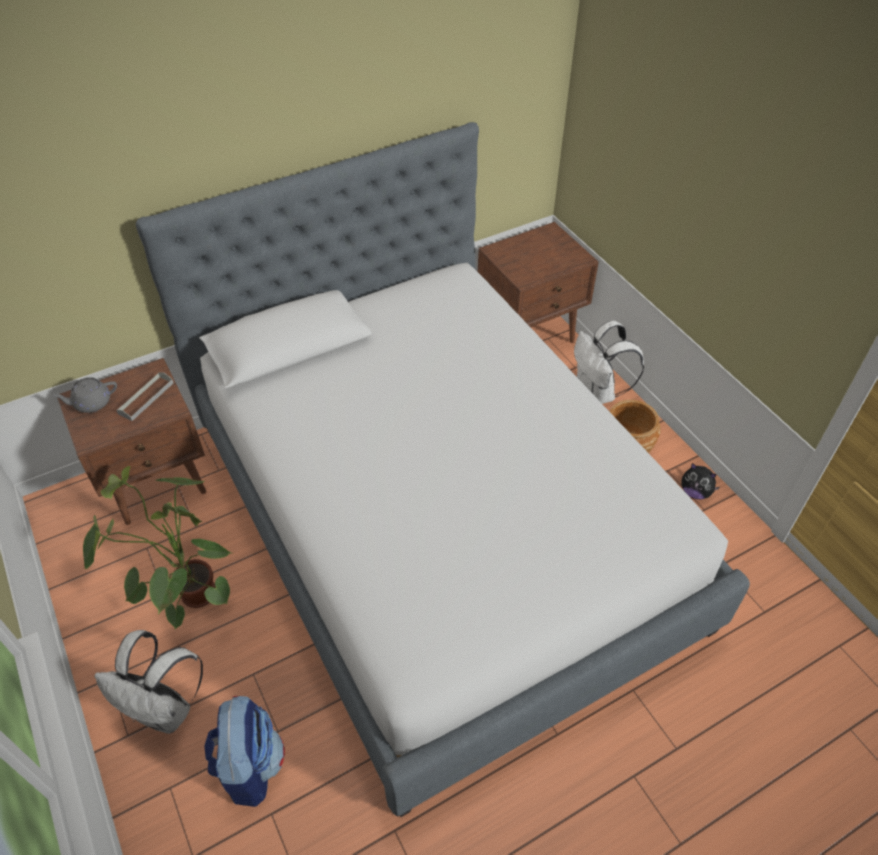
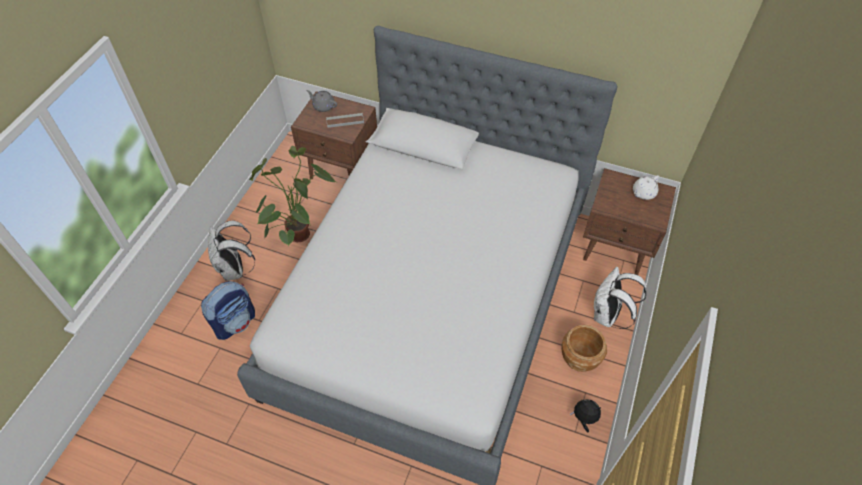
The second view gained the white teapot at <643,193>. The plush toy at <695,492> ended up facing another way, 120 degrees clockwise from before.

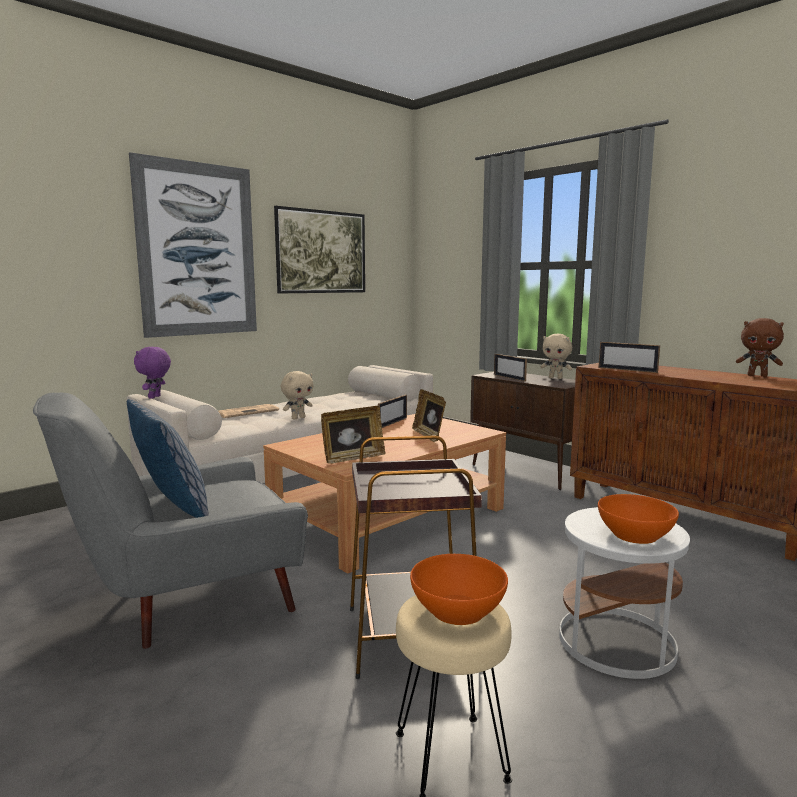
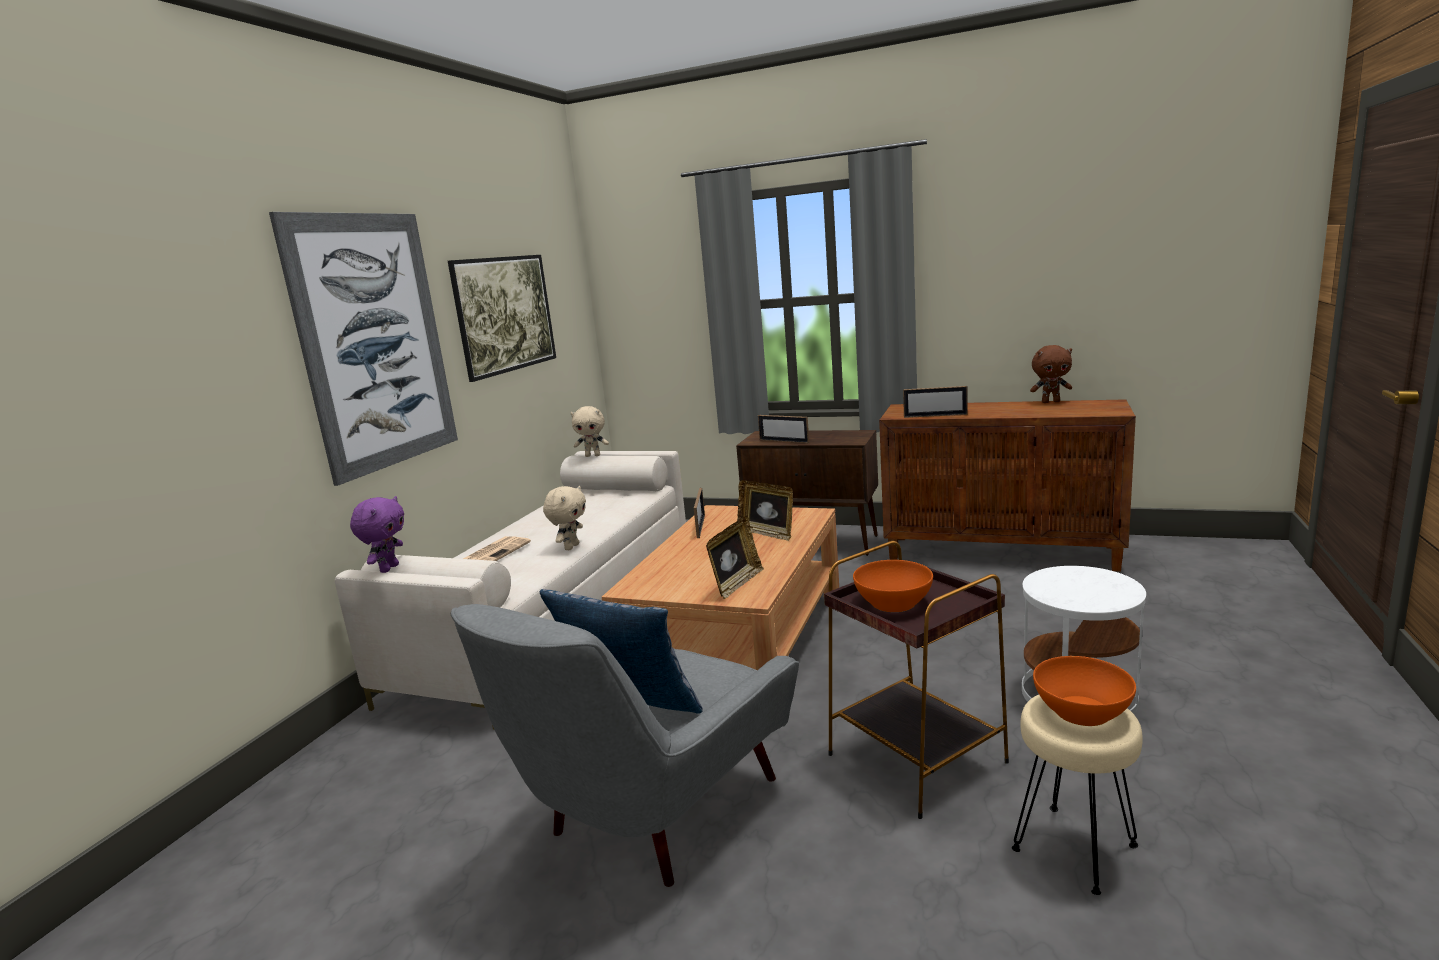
The beige plush toy ended up elsewhere, having gone from <556,378> to <593,455>. The orange bowl ended up elsewhere, having gone from <634,535> to <893,603>. The purple plush toy at <155,397> ended up facing another way, 150 degrees counterclockwise from before.

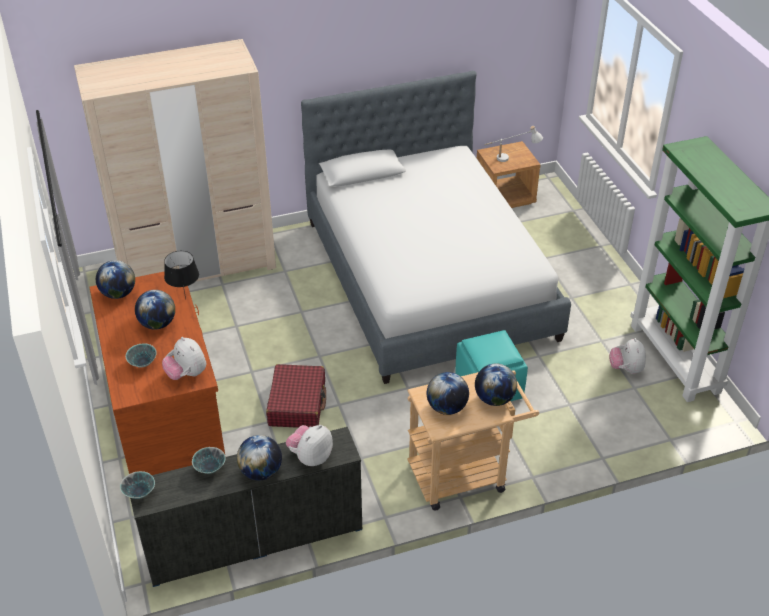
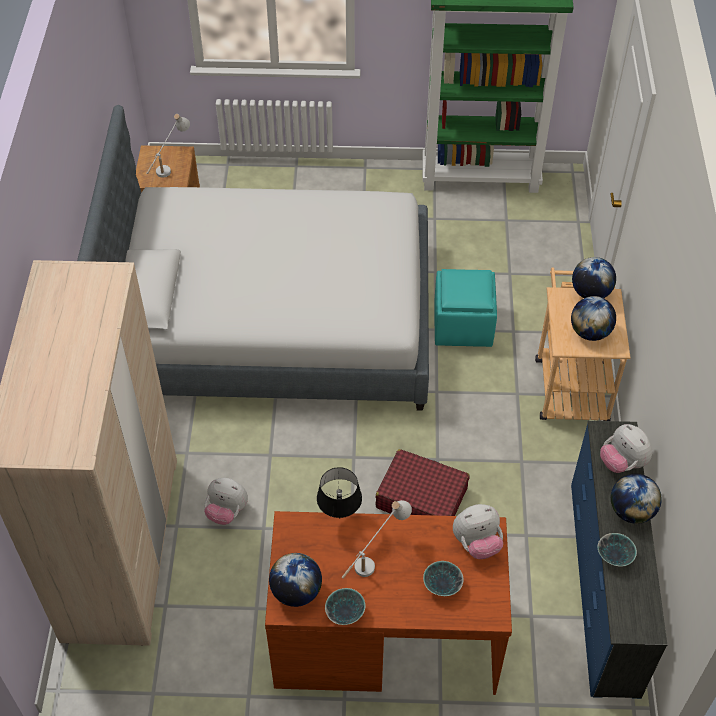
The bowl ended up elsewhere, having gone from <139,493> to <345,613>. The plush toy ended up elsewhere, having gone from <626,369> to <227,511>. Where the globe stood at <157,324>, the white table lamp came to stand at <375,557>.

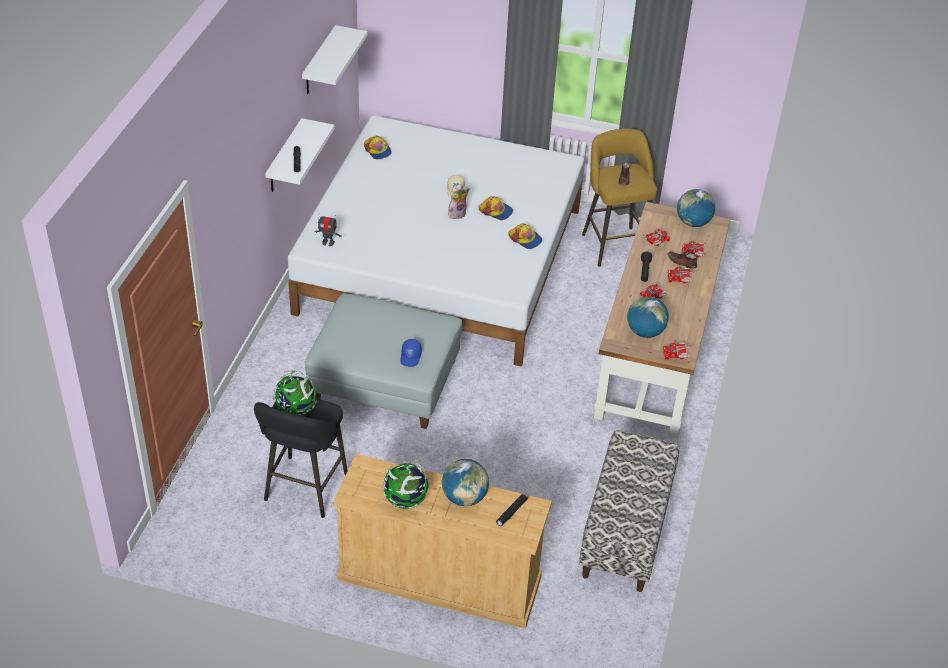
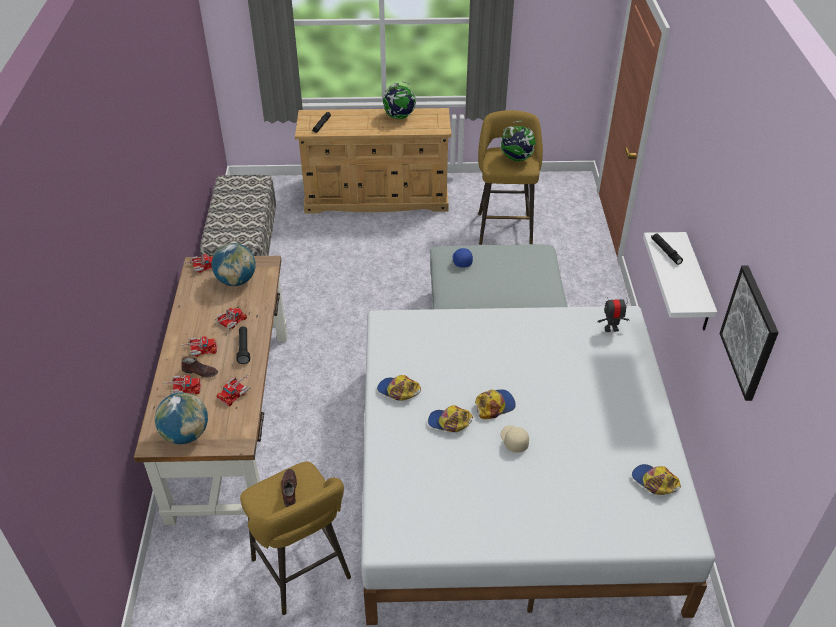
The second view lost the globe at <464,498>. Where the white shelf hung at <319,62>, the picture came to hang at <750,332>. Where the plush toy stood at <457,213>, the cap came to stand at <494,405>. What was the black stool at <304,490> turned into the yellow stool at <504,226>.

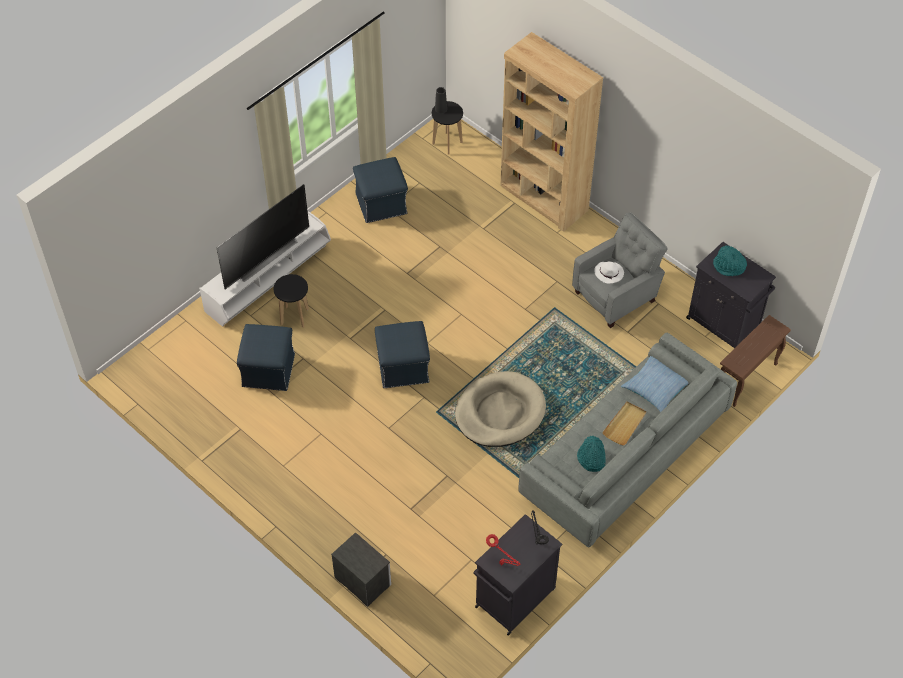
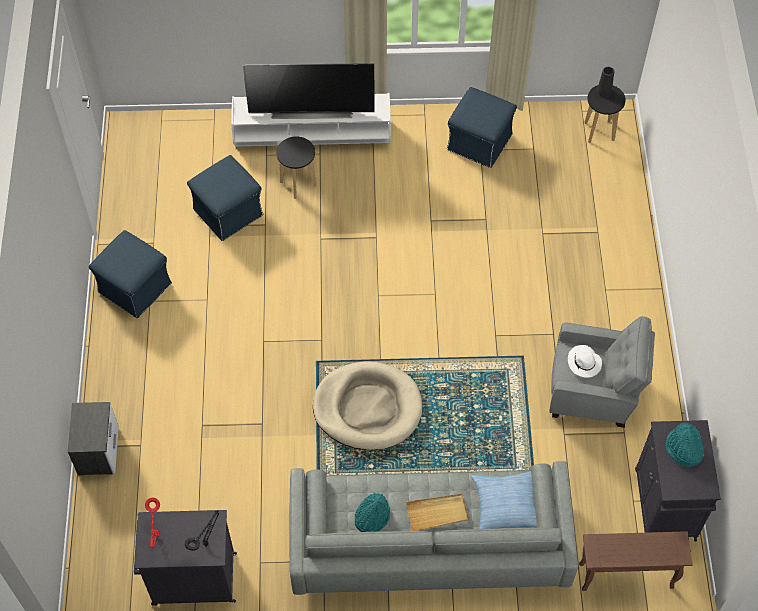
The second view lost the brown bookcase at <543,198>. The blue ottoman ended up elsewhere, having gone from <402,367> to <134,287>.

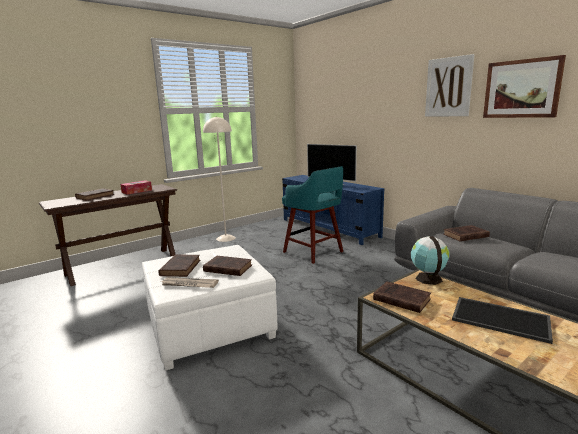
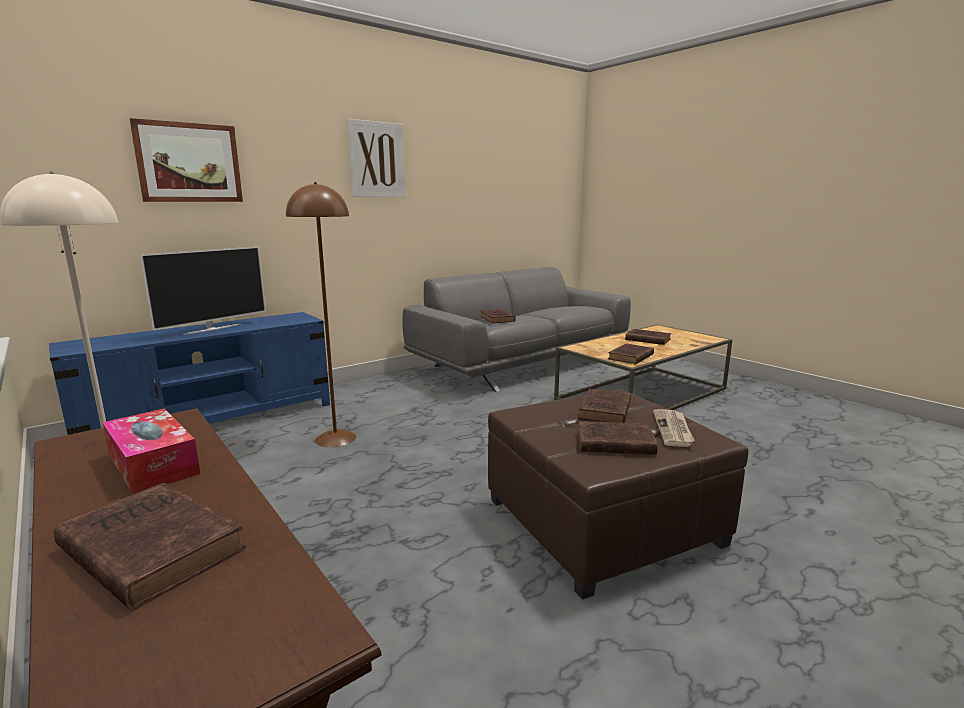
The second view lost the globe at <427,278>. The picture ended up elsewhere, having gone from <521,89> to <189,163>. Where the turquoise stool stood at <314,252>, the brown floor lamp came to stand at <336,438>. Where the tray stood at <501,318>, the brown book came to stand at <646,339>. What was the white ottoman at <208,325> turned into the brown ottoman at <602,522>.

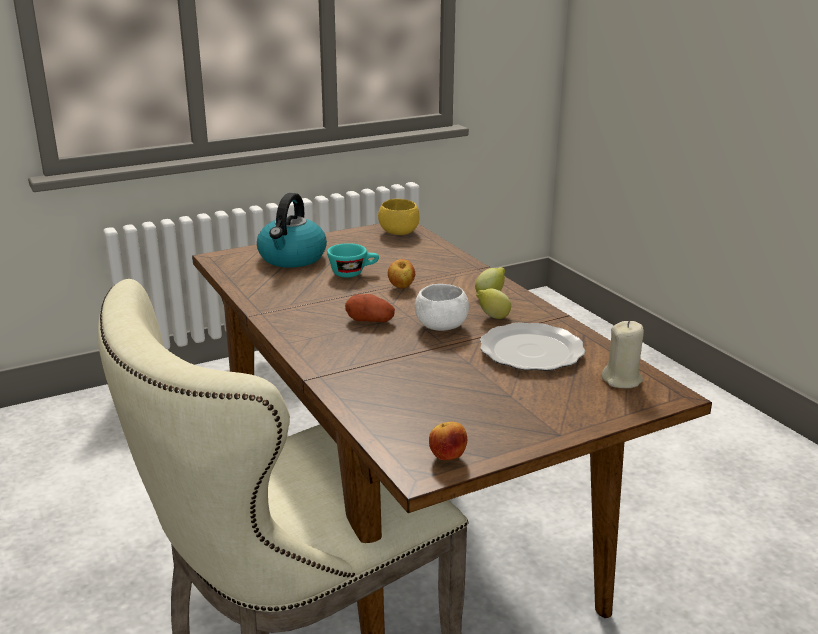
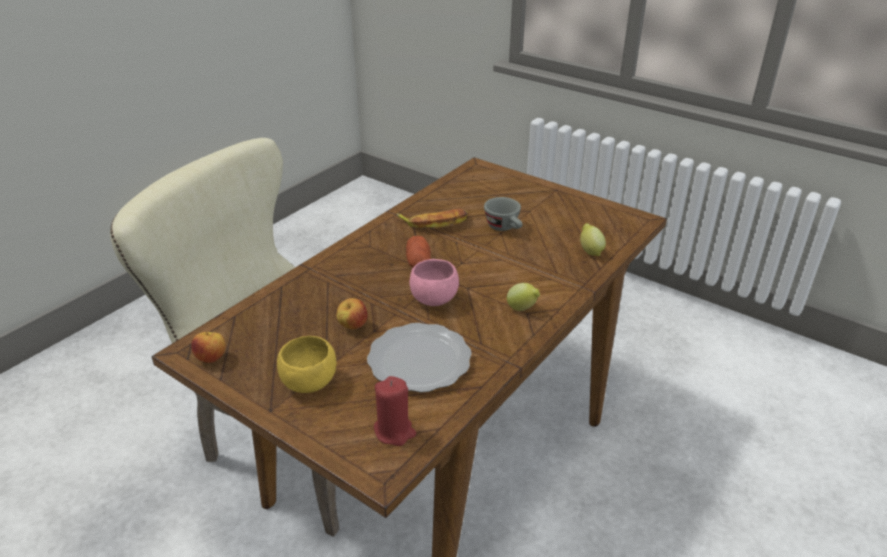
The second view lost the kettle at <292,258>. The second view gained the banana at <434,222>. The yellow bowl ended up elsewhere, having gone from <398,232> to <309,382>. The apple ended up elsewhere, having gone from <401,287> to <352,326>. The lemon ended up elsewhere, having gone from <492,317> to <590,251>. What was the turquoise cup at <353,273> turned into the grey cup at <505,228>. What was the white bowl at <441,326> turned into the pink bowl at <434,299>. What was the beige candle at <622,380> turned into the red candle at <394,431>.

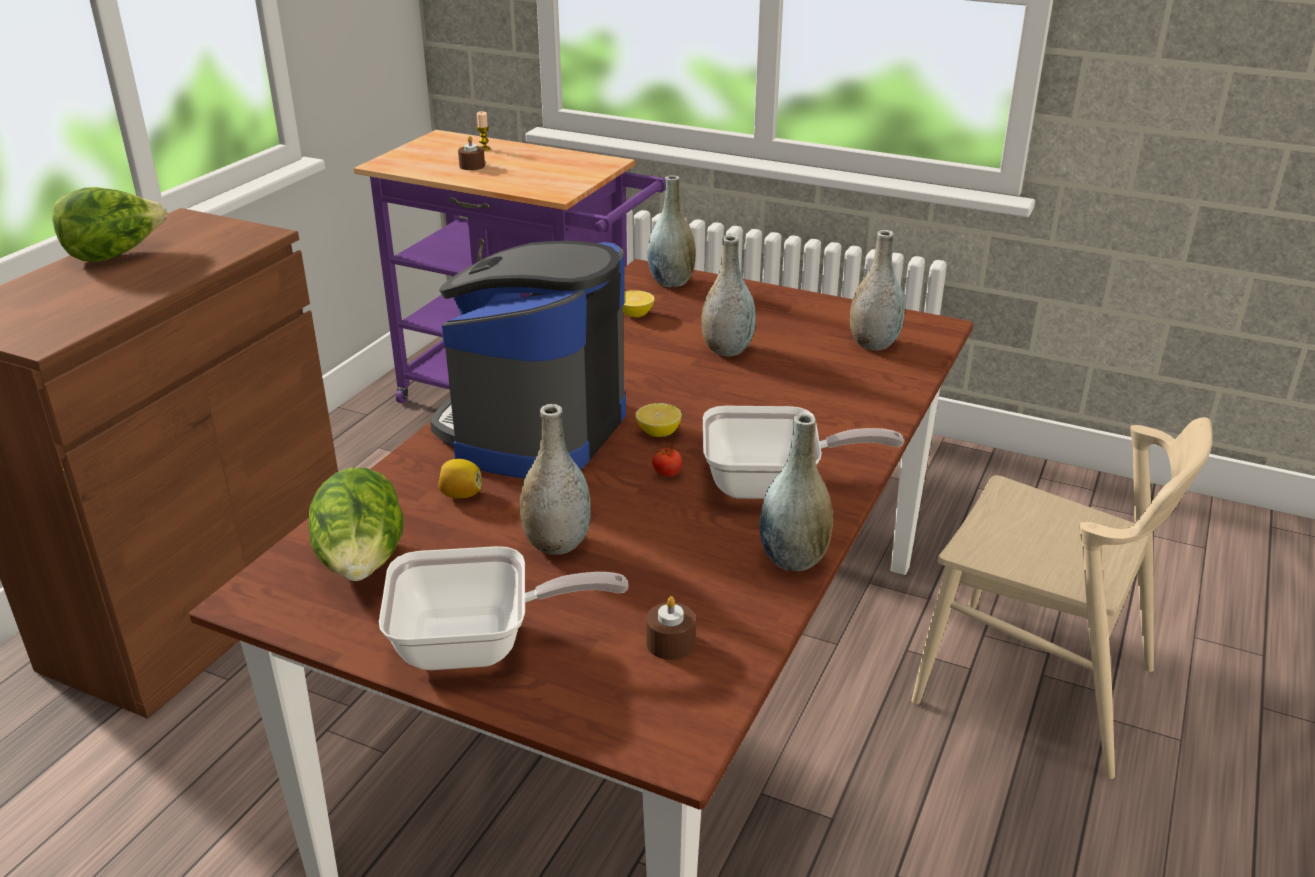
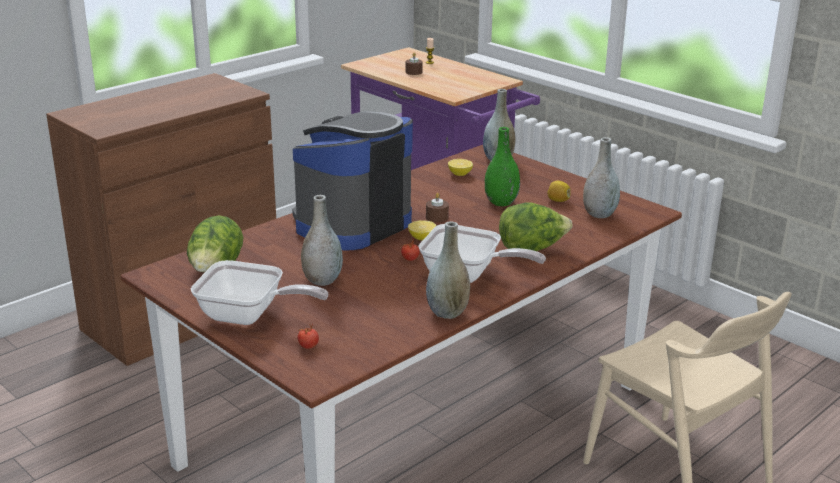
The second view gained the tomato at <308,346>. The lettuce ended up elsewhere, having gone from <115,255> to <532,249>. The lemon ended up elsewhere, having gone from <461,495> to <558,200>. The brown candle ended up elsewhere, having gone from <670,643> to <437,217>. What was the grey vase at <727,350> turned into the green vase at <501,202>.

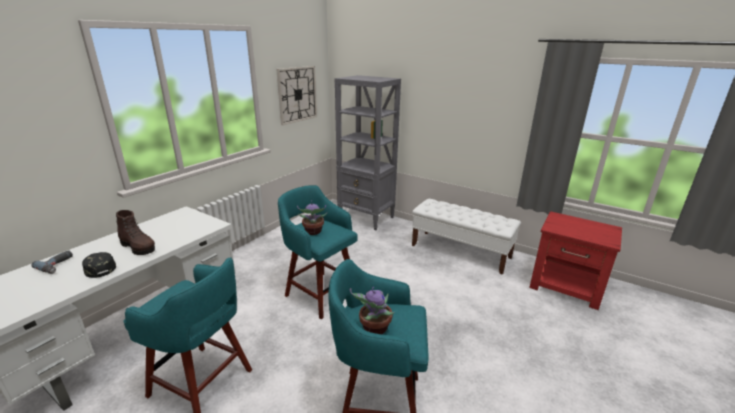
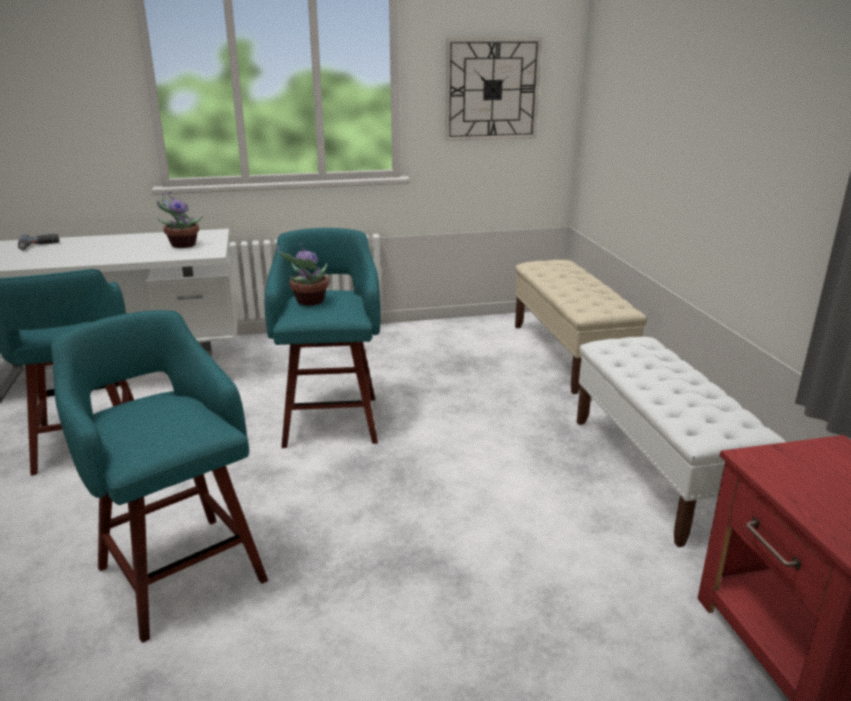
The second view lost the black cap at <98,267>. The second view lost the brown boot at <138,247>. The potted plant ended up elsewhere, having gone from <374,329> to <182,245>. Where the grey bookcase stood at <366,218>, the beige bench came to stand at <569,354>.

